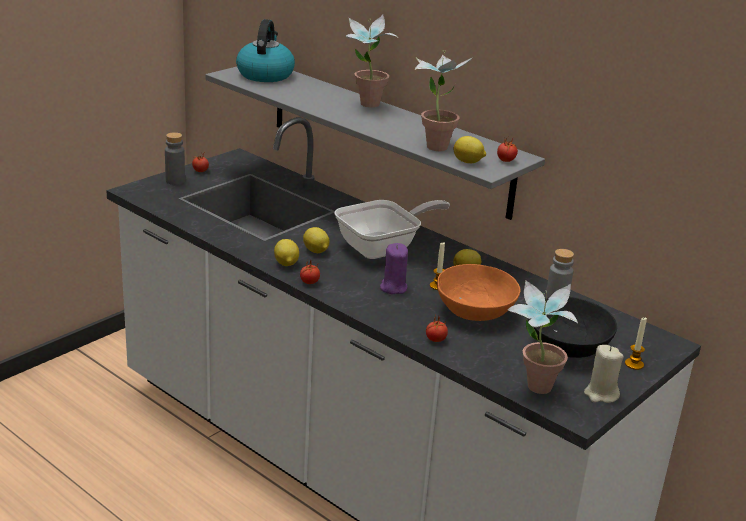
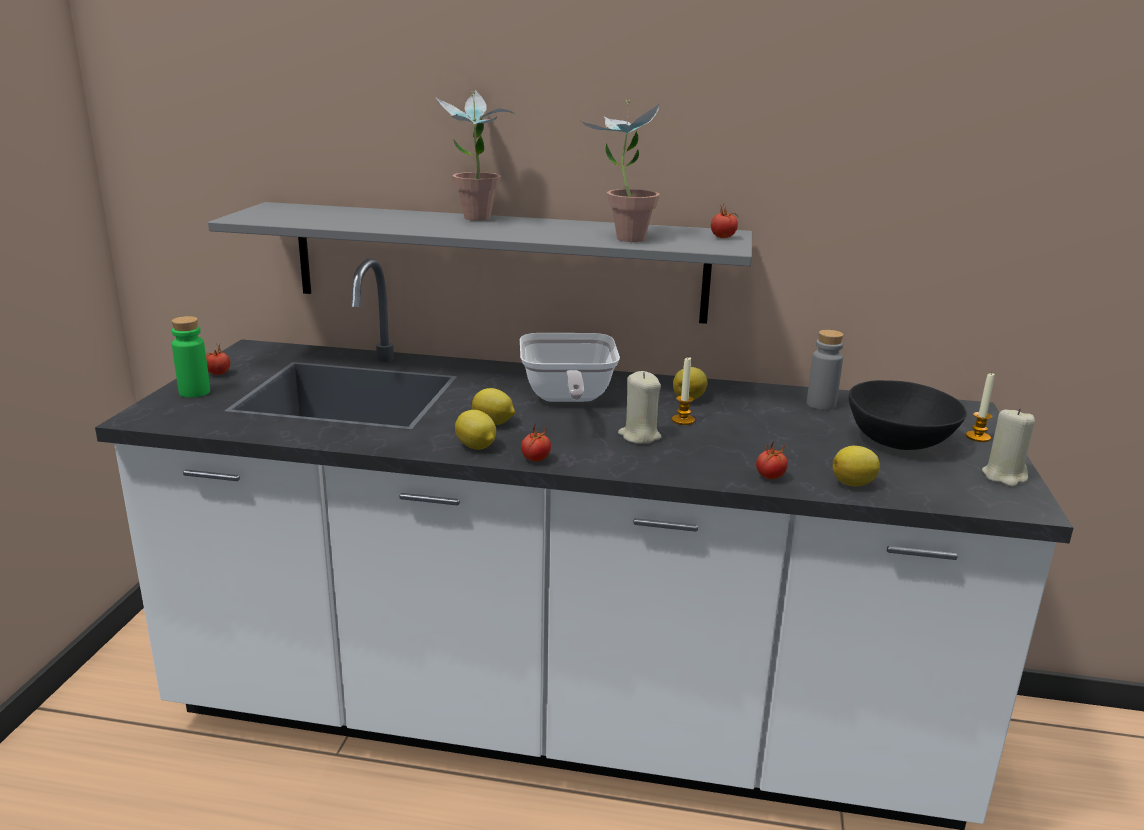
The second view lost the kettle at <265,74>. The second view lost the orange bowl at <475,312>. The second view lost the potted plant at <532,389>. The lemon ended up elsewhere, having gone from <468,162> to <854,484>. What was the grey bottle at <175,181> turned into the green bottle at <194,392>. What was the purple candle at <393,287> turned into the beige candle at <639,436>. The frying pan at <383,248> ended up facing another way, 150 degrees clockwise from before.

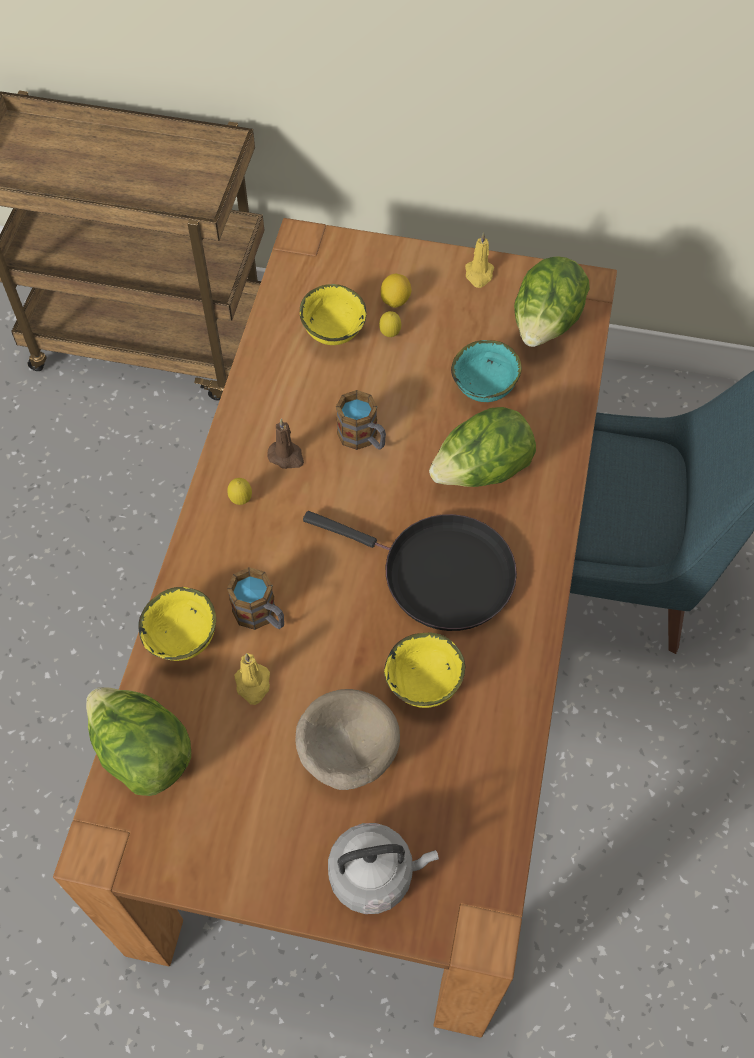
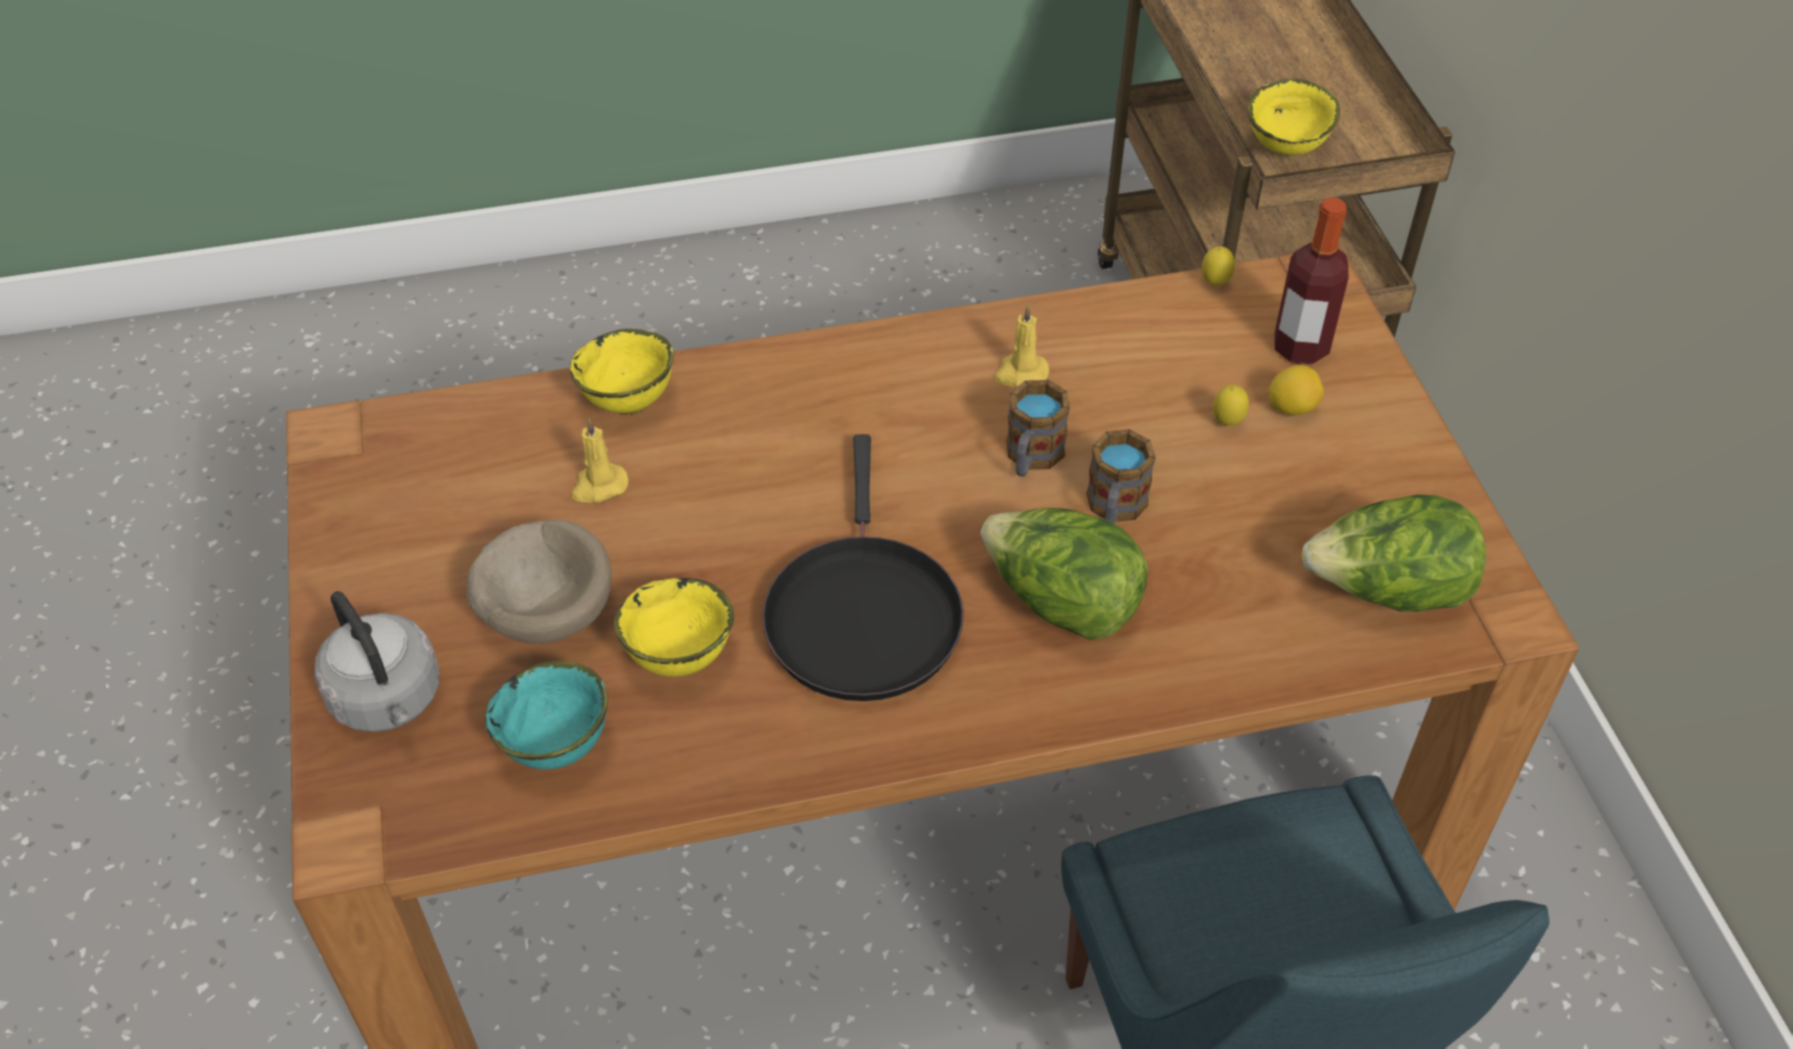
The second view lost the lettuce at <142,753>. The second view lost the brown candle at <286,456>. The second view gained the bottle at <1300,347>. The lemon ended up elsewhere, having gone from <241,500> to <1215,284>. The mug ended up elsewhere, having gone from <261,615> to <1114,509>. The yellow bowl ended up elsewhere, having gone from <334,333> to <1288,148>. The turquoise bowl ended up elsewhere, having gone from <485,391> to <556,748>. The yellow candle ended up elsewhere, having gone from <479,274> to <1020,373>.

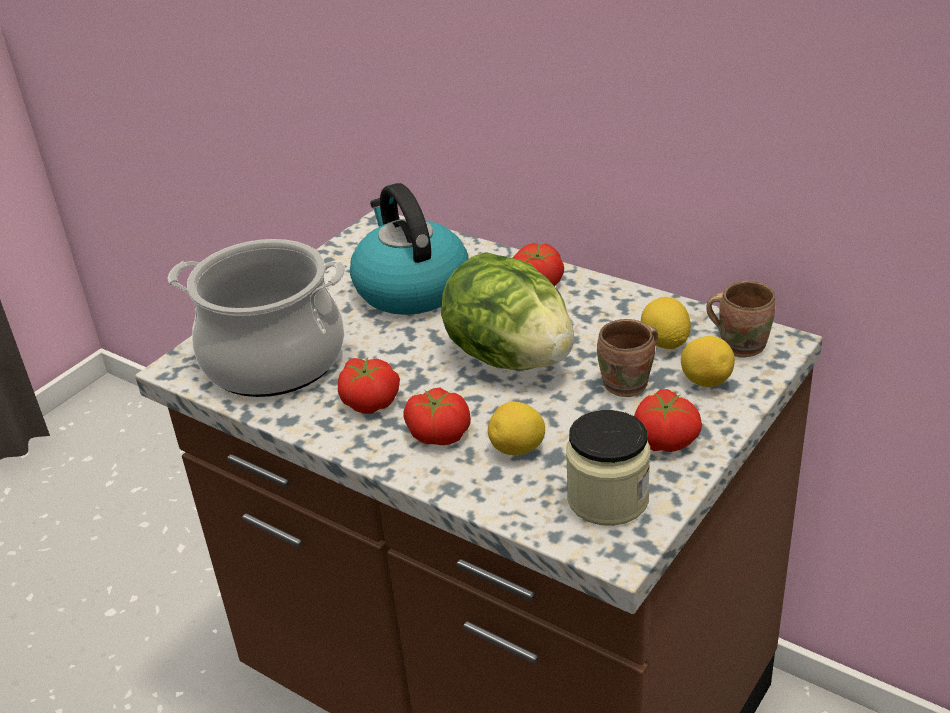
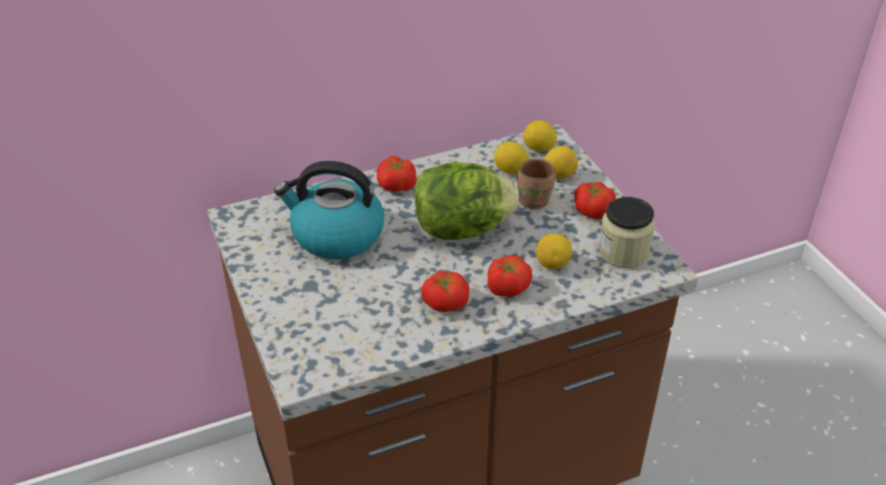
The second view lost the cooking pot at <274,360>. Where the brown mug stood at <741,344>, the lemon came to stand at <539,149>.

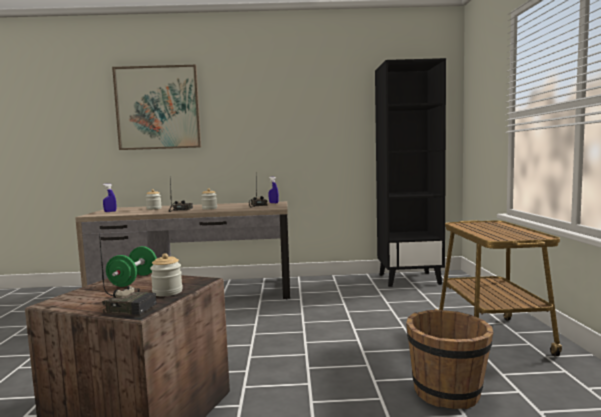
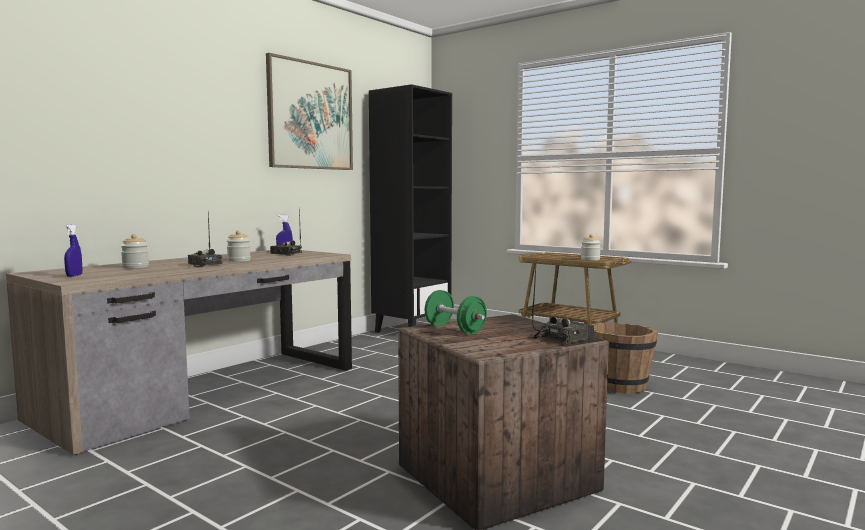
The picture ended up elsewhere, having gone from <158,108> to <310,116>. The jar ended up elsewhere, having gone from <167,292> to <590,259>.

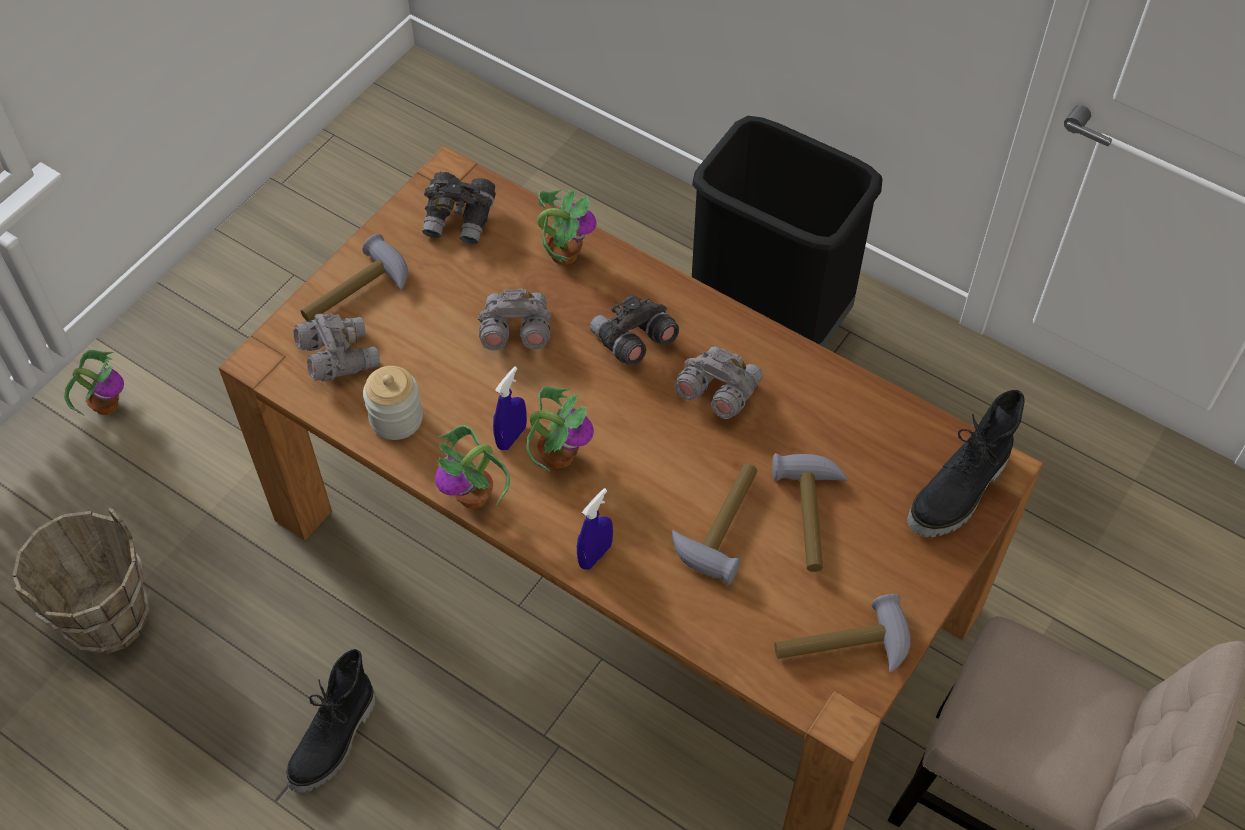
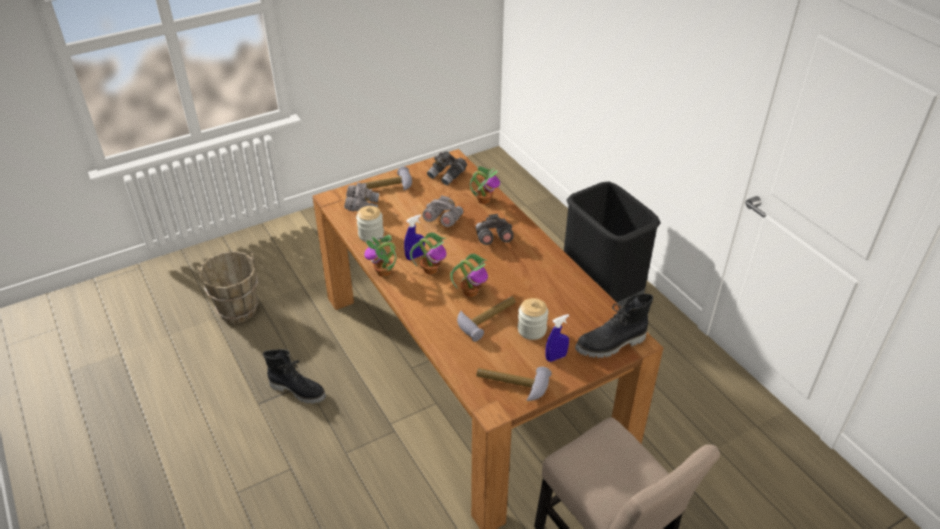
The second view lost the grey binoculars at <717,392>. The potted plant ended up elsewhere, having gone from <106,404> to <471,291>. The blue spray bottle ended up elsewhere, having gone from <595,555> to <556,357>. Where the hammer stood at <812,516>, the jar came to stand at <532,330>. The black boot at <335,741> ended up facing another way, 120 degrees counterclockwise from before.

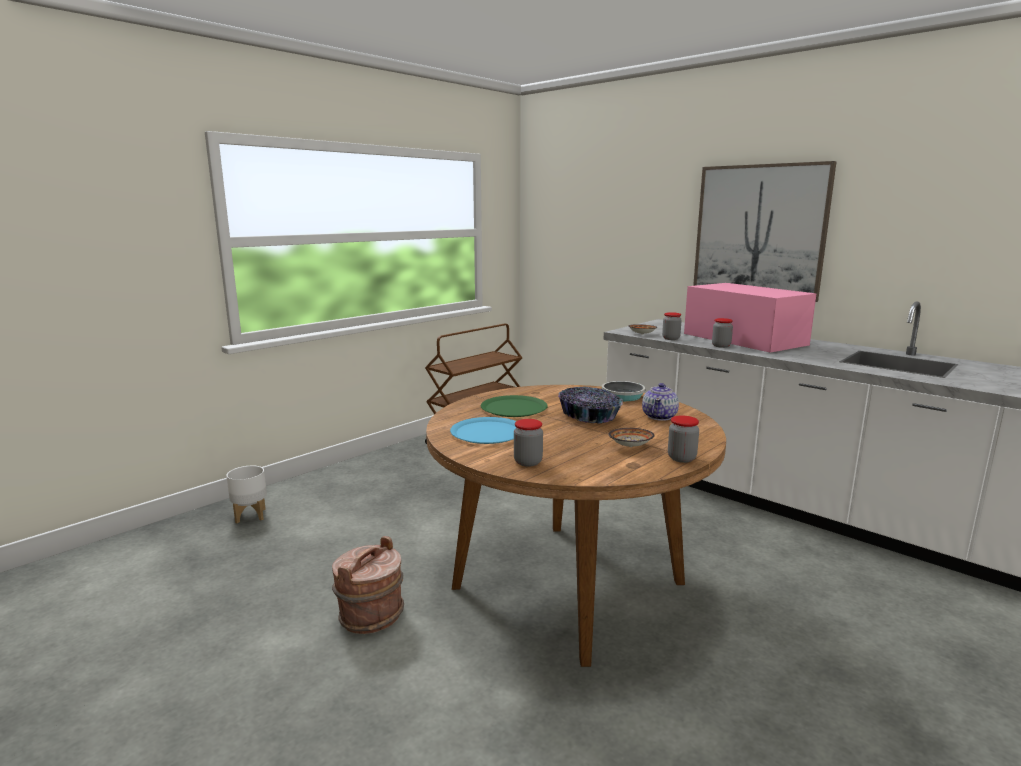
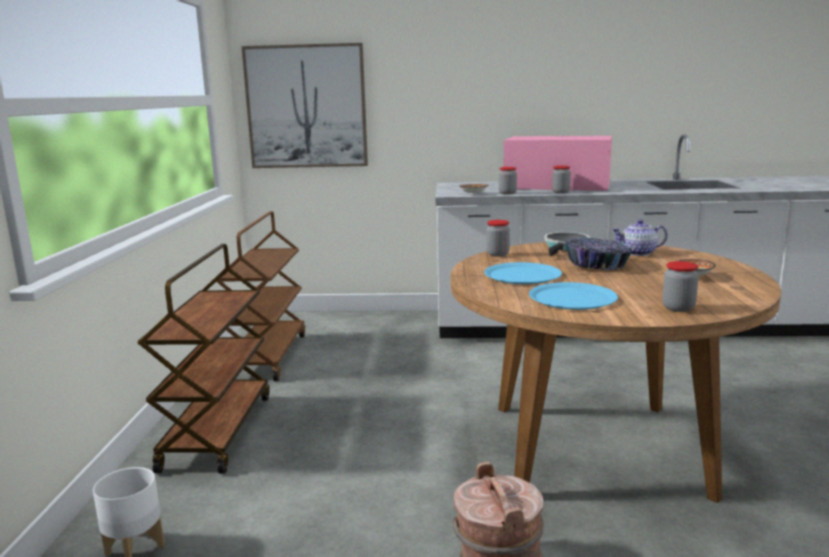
The second view gained the brown cart at <217,431>. The jar ended up elsewhere, having gone from <681,458> to <497,254>. The picture ended up elsewhere, having gone from <759,231> to <306,107>. What was the green plate at <514,408> turned into the blue plate at <522,275>. The teapot at <660,416> ended up facing another way, 105 degrees clockwise from before.

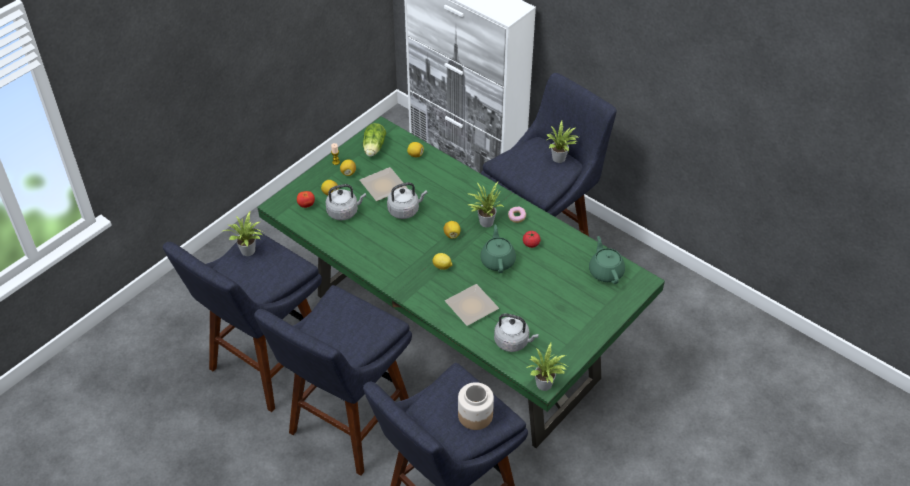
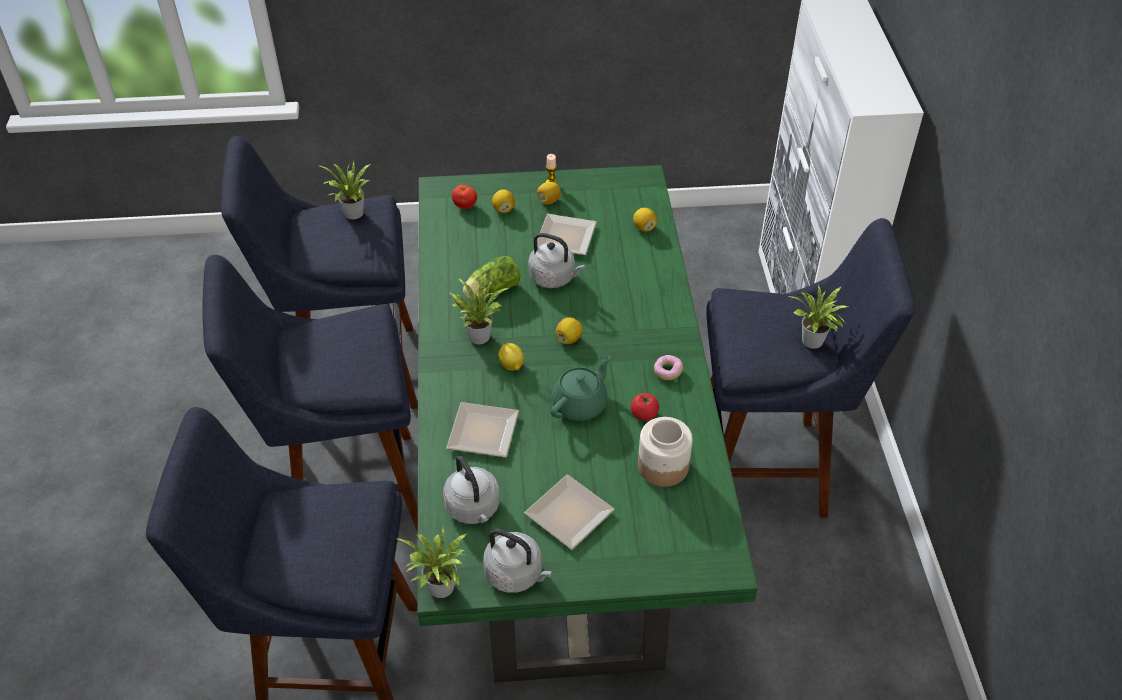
The second view lost the green teapot at <606,271>. The second view gained the plate at <569,517>. The grey kettle ended up elsewhere, having gone from <344,212> to <516,574>. The lettuce ended up elsewhere, having gone from <373,148> to <490,291>. The jar ended up elsewhere, having gone from <475,415> to <662,466>. The potted plant ended up elsewhere, having gone from <484,221> to <478,334>.

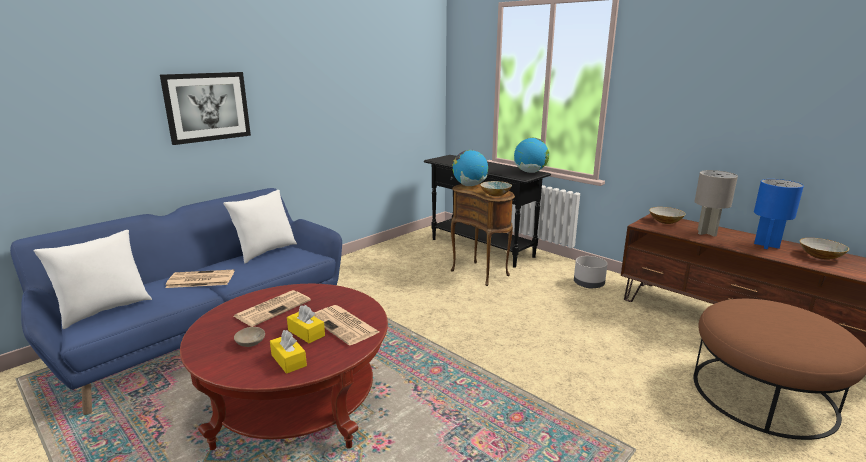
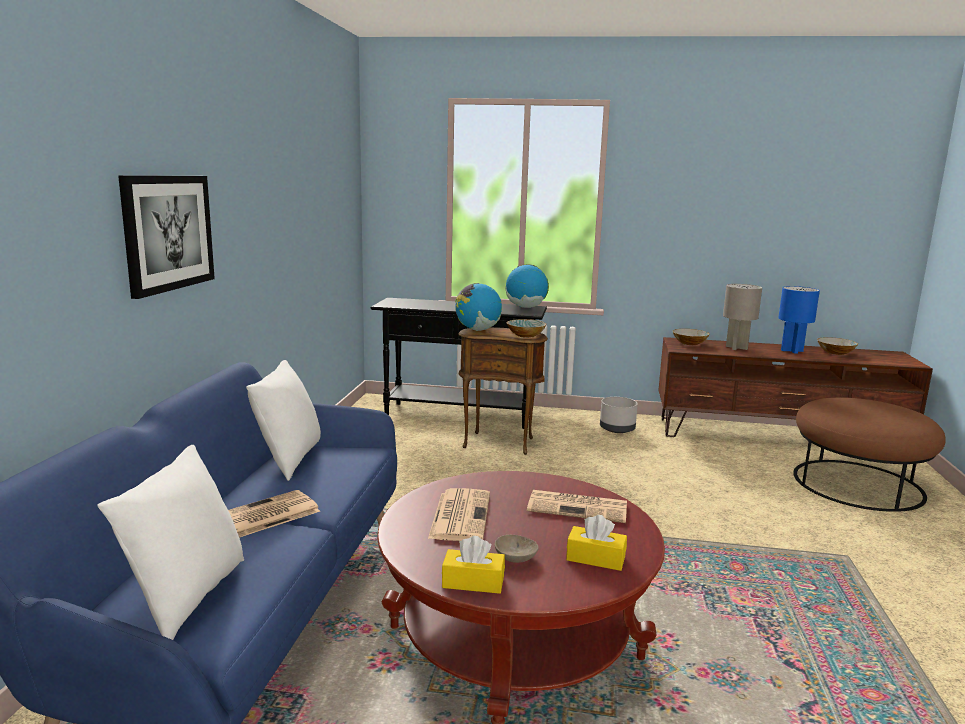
The yellow tissue box ended up elsewhere, having gone from <306,333> to <473,582>.

